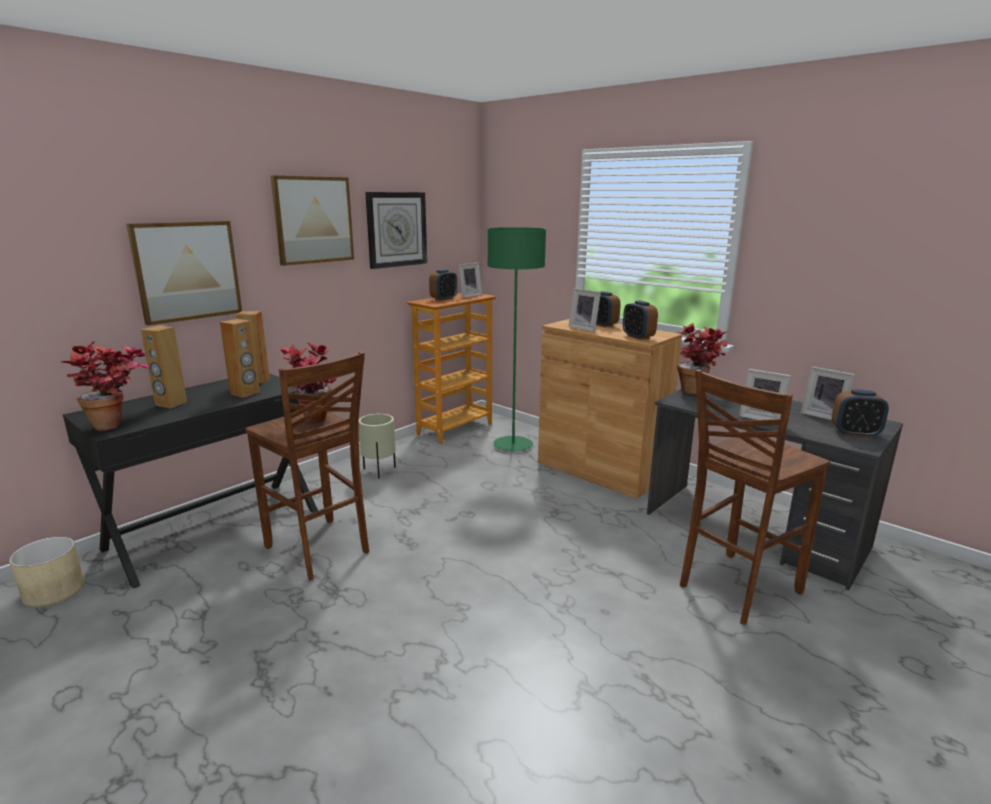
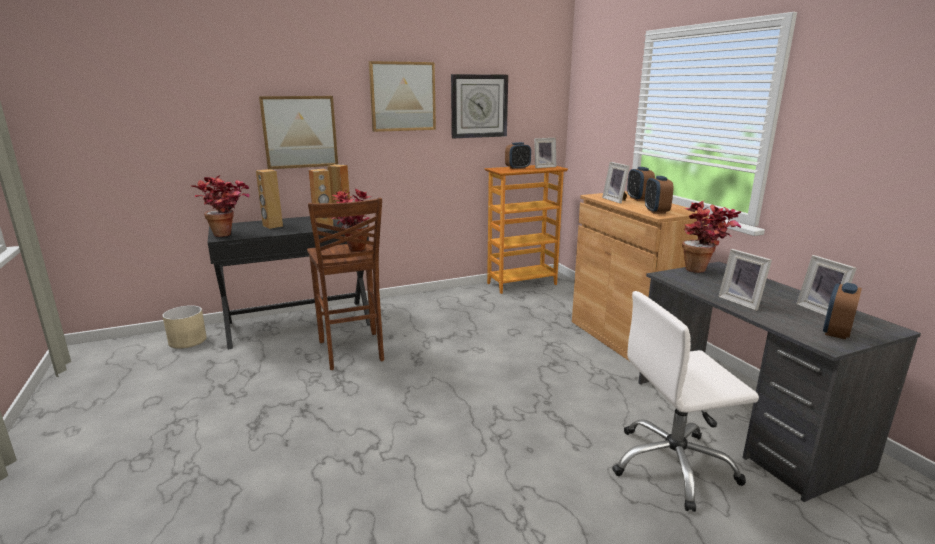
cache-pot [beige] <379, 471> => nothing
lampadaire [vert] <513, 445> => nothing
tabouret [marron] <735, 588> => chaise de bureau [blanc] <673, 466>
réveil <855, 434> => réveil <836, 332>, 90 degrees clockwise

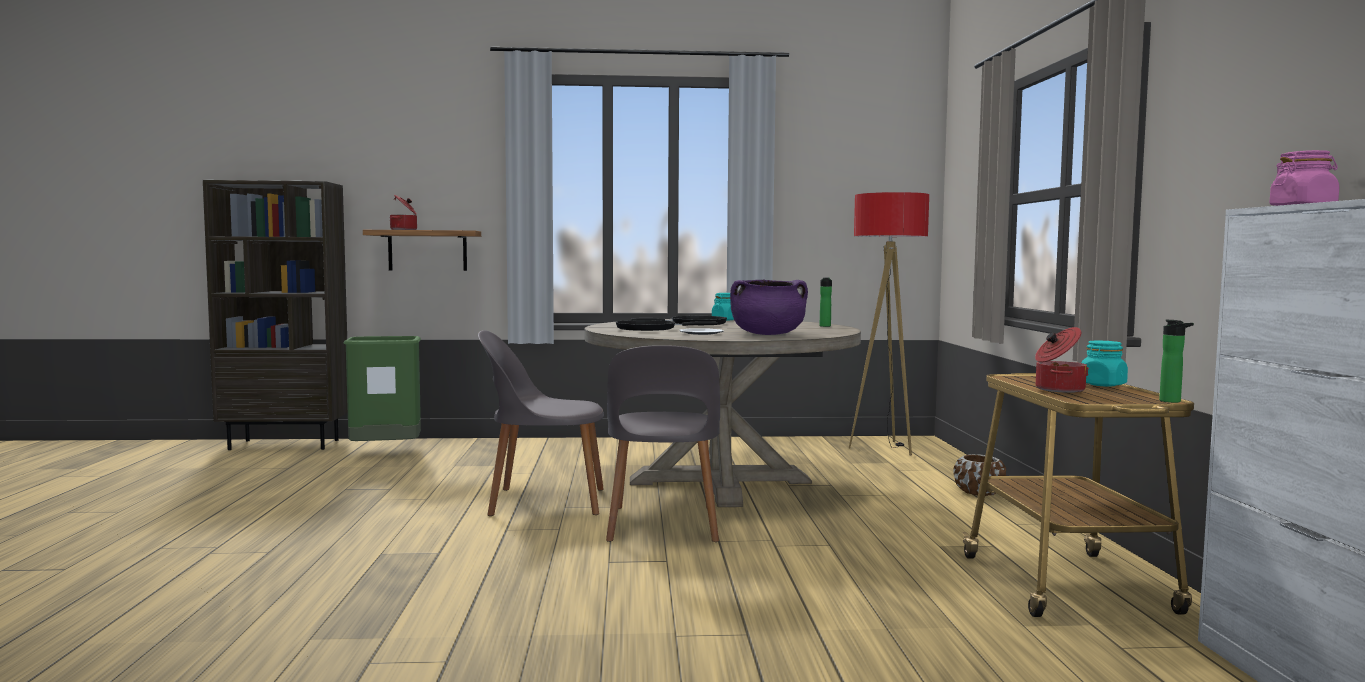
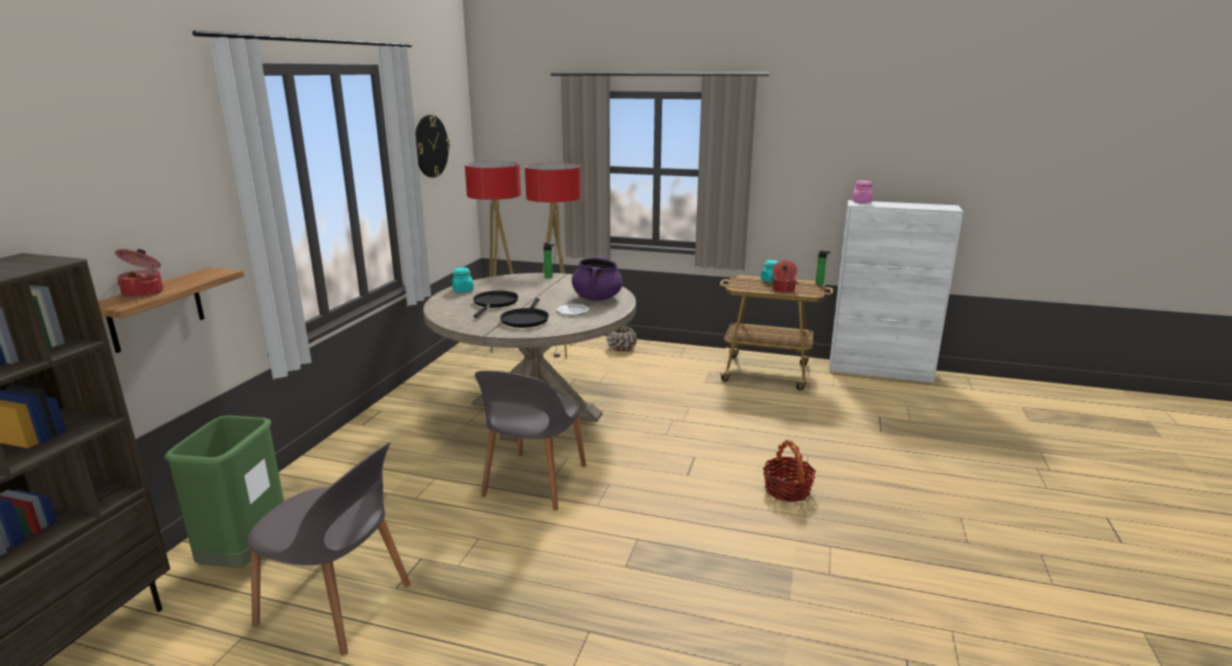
chaise [gris] <662, 525> => chaise [gris] <337, 606>, relocated
nothing => horloge murale <430, 146>
nothing => lampadaire <558, 349>
nothing => panier <787, 490>

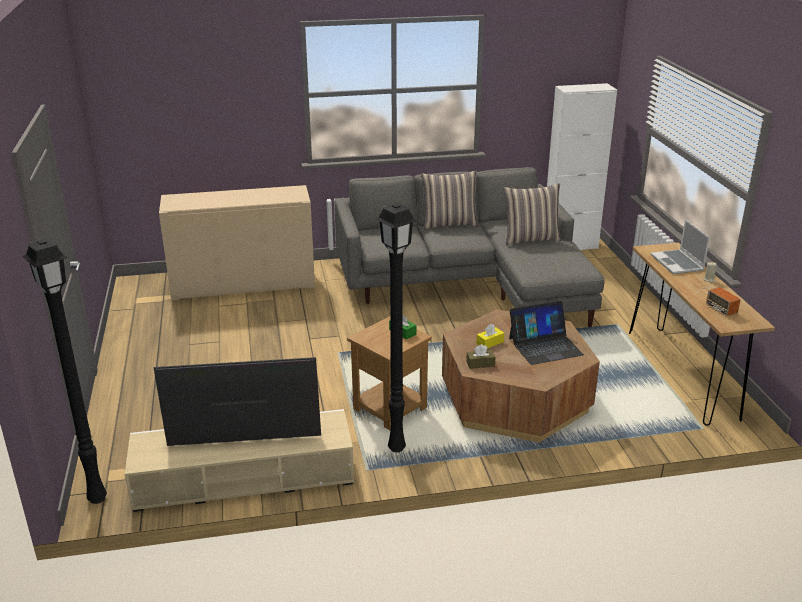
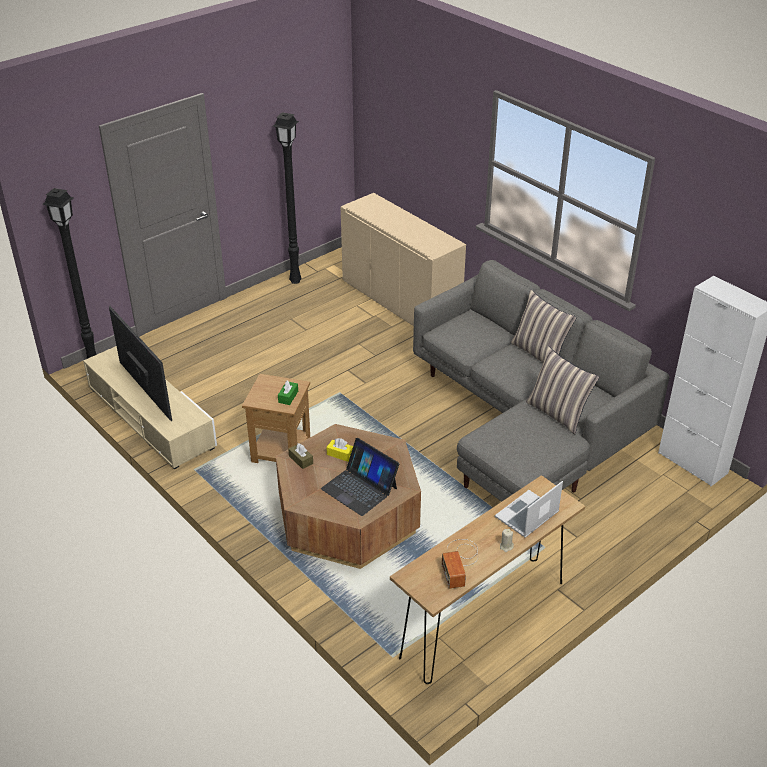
lampadaire [noir] <395, 448> => lampadaire [noir] <295, 280>, relocated
radio <718, 300> => radio <460, 562>, 45 degrees counterclockwise

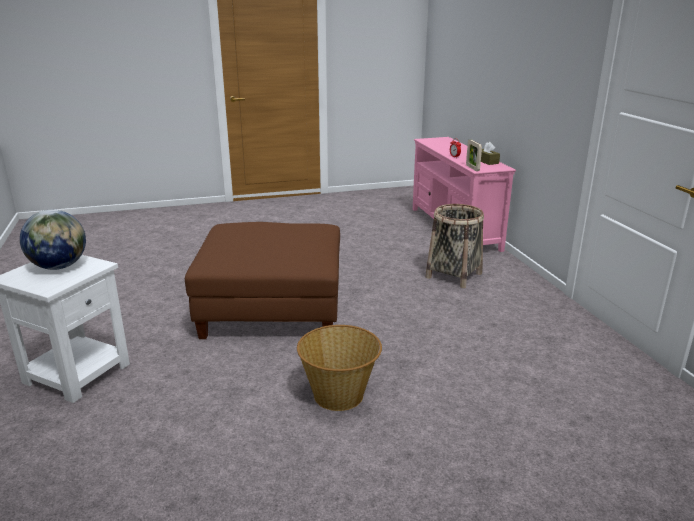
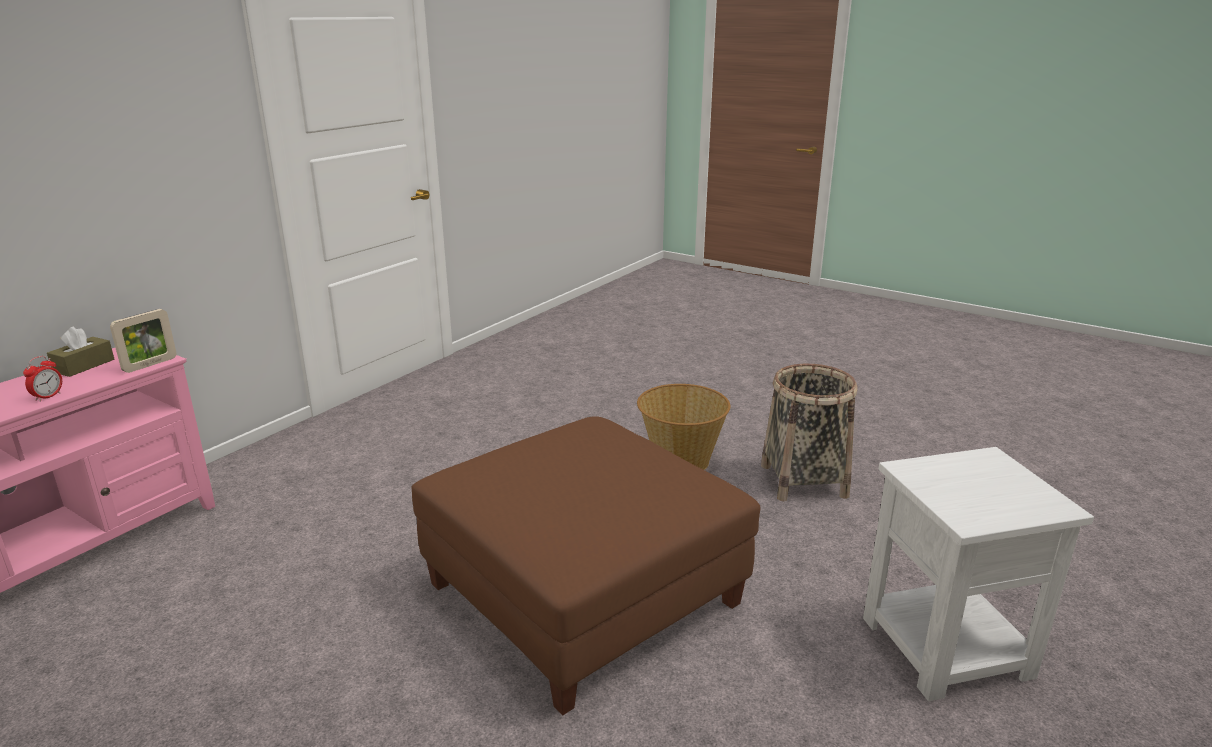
globe <59, 266> => nothing
panier <454, 275> => panier <803, 480>, relocated

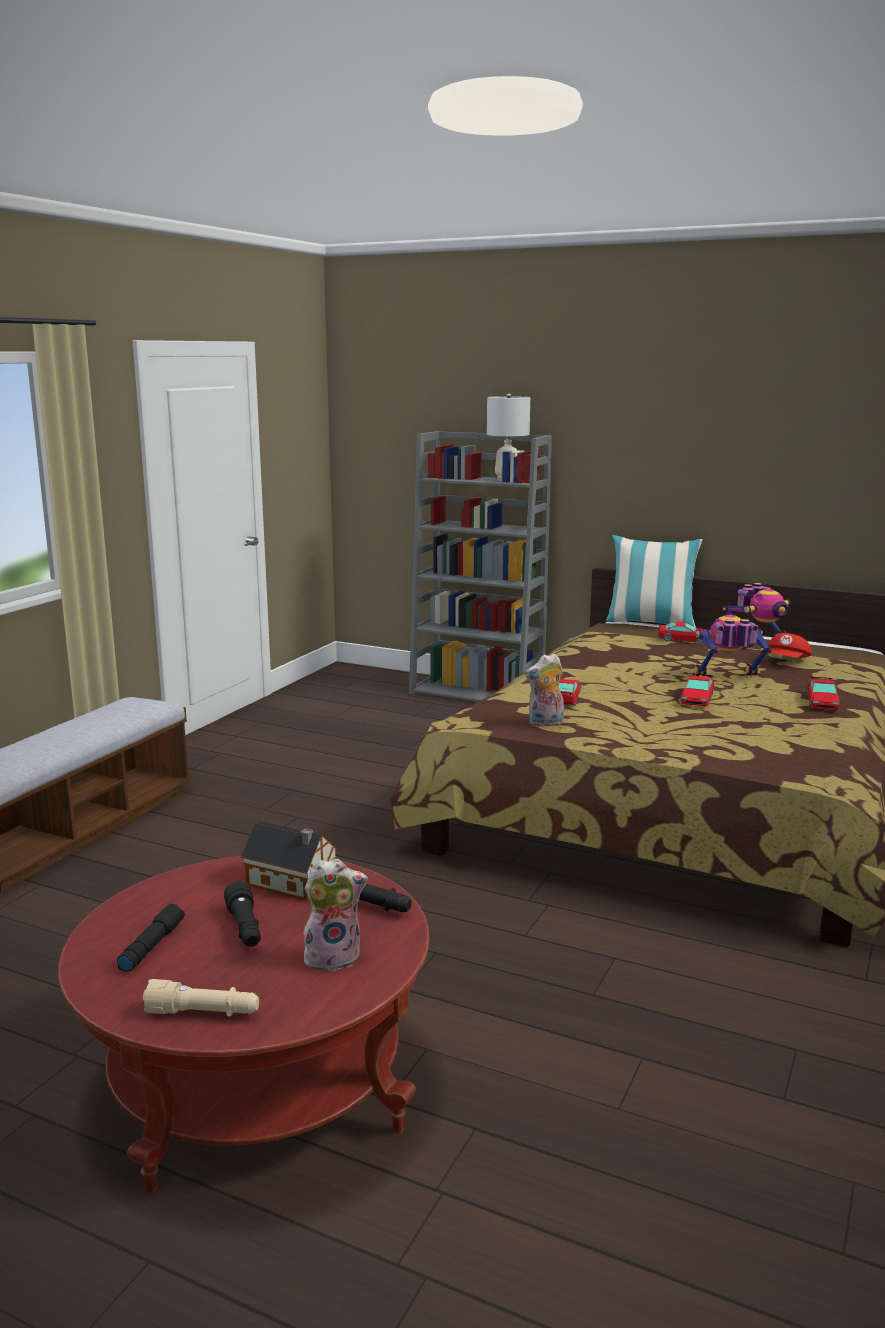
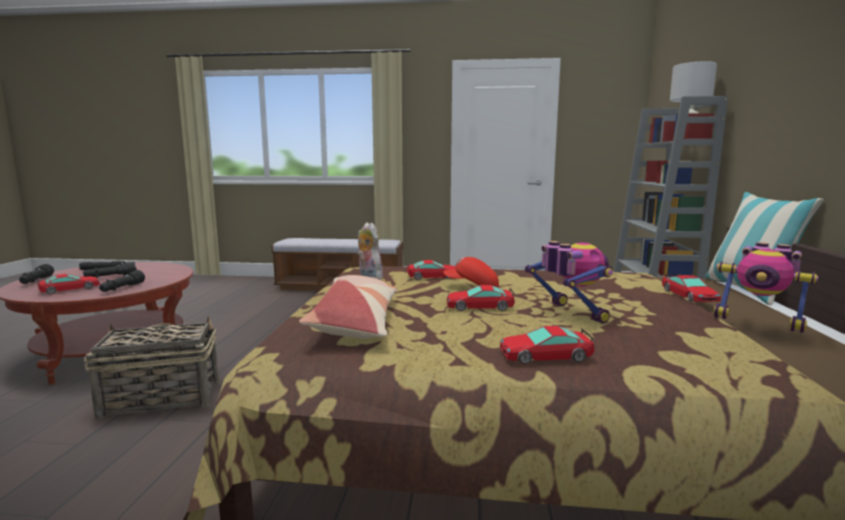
lampe de poche [beige] <203, 1013> => lampe de poche [noir] <36, 281>
maison miniature <292, 883> => nothing
peluche <333, 956> => petite voiture <70, 289>
casquette [rouge] <788, 662> => casquette [rouge] <472, 287>, relocated
nothing => panier <160, 398>
nothing => coussin <356, 321>

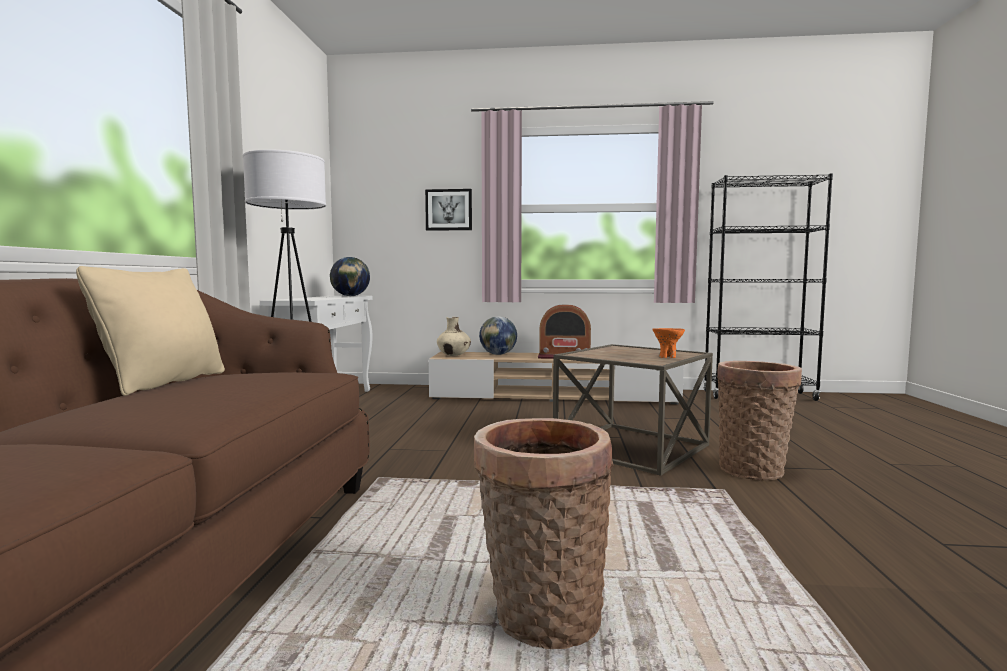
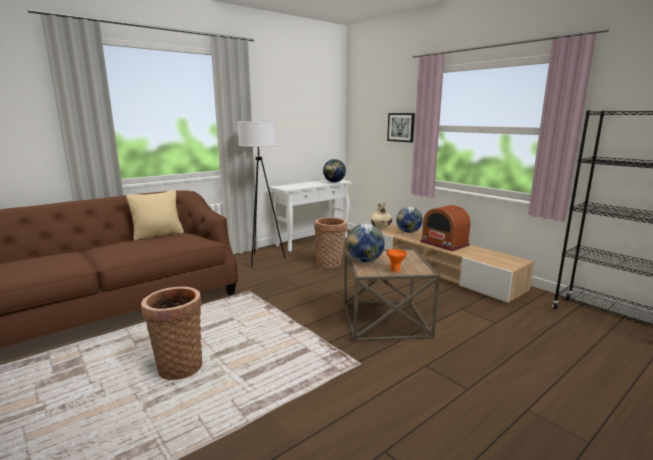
panier <753, 469> => panier <330, 263>, relocated
nothing => globe <364, 261>

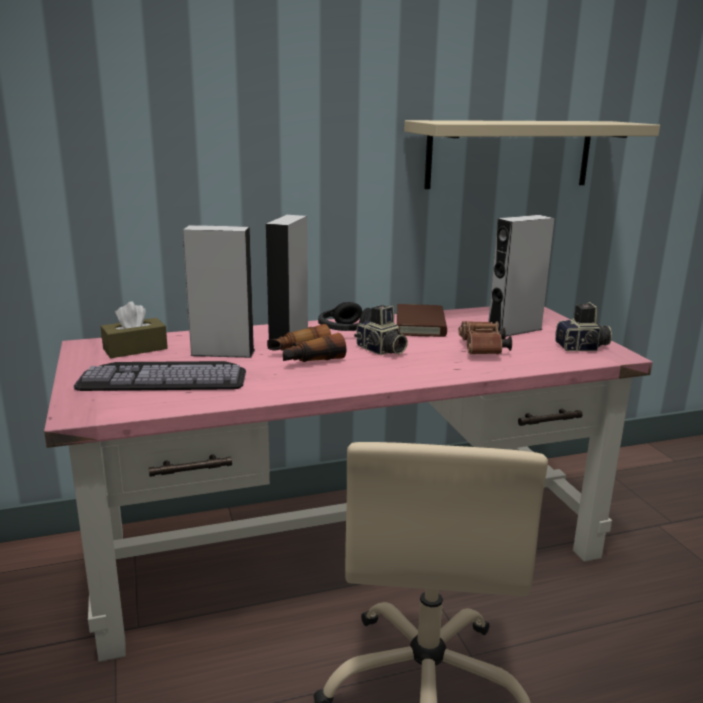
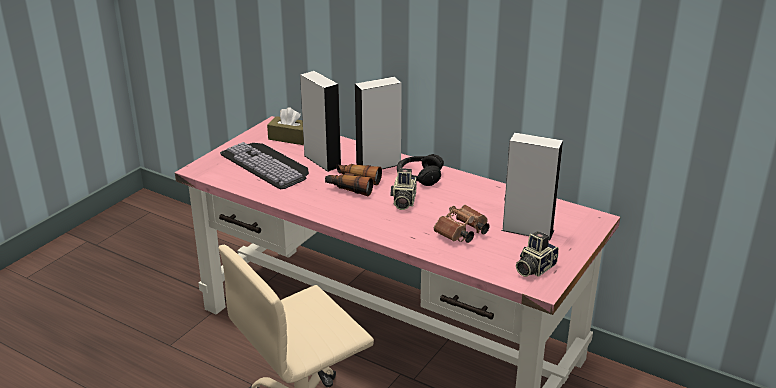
livre [marron] <420, 325> => nothing
étagère [beige] <509, 154> => nothing
appareil photo <582, 348> => appareil photo <534, 268>, 90 degrees clockwise

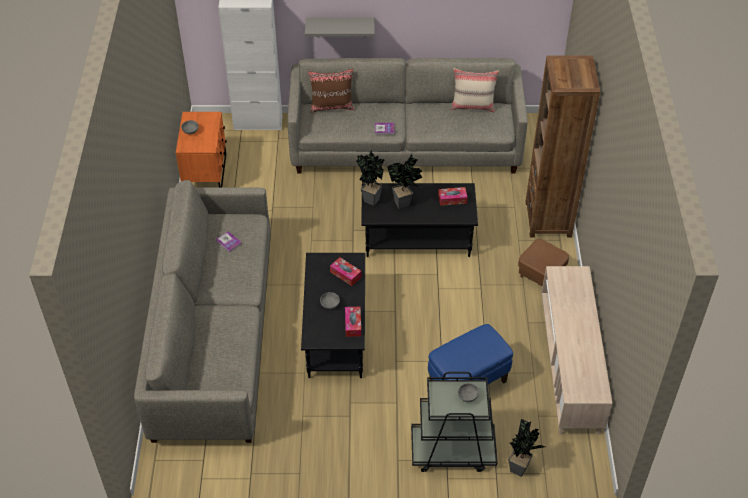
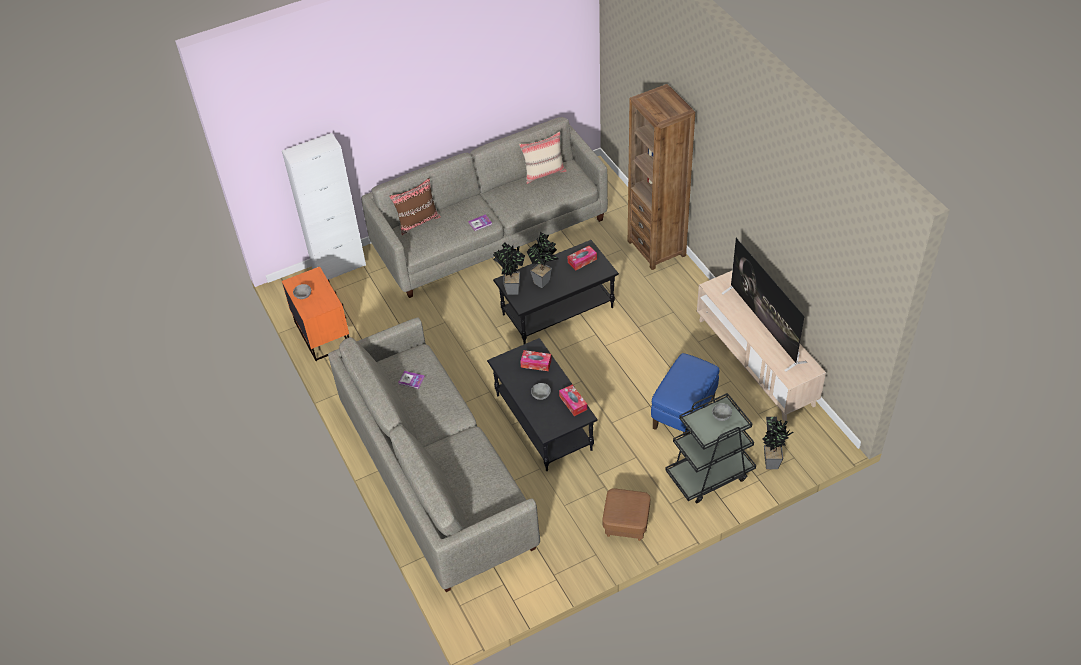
étagère [gris] <340, 26> => nothing
pouf [marron] <541, 274> => pouf [marron] <626, 524>, relocated
nothing => téléviseur <763, 327>

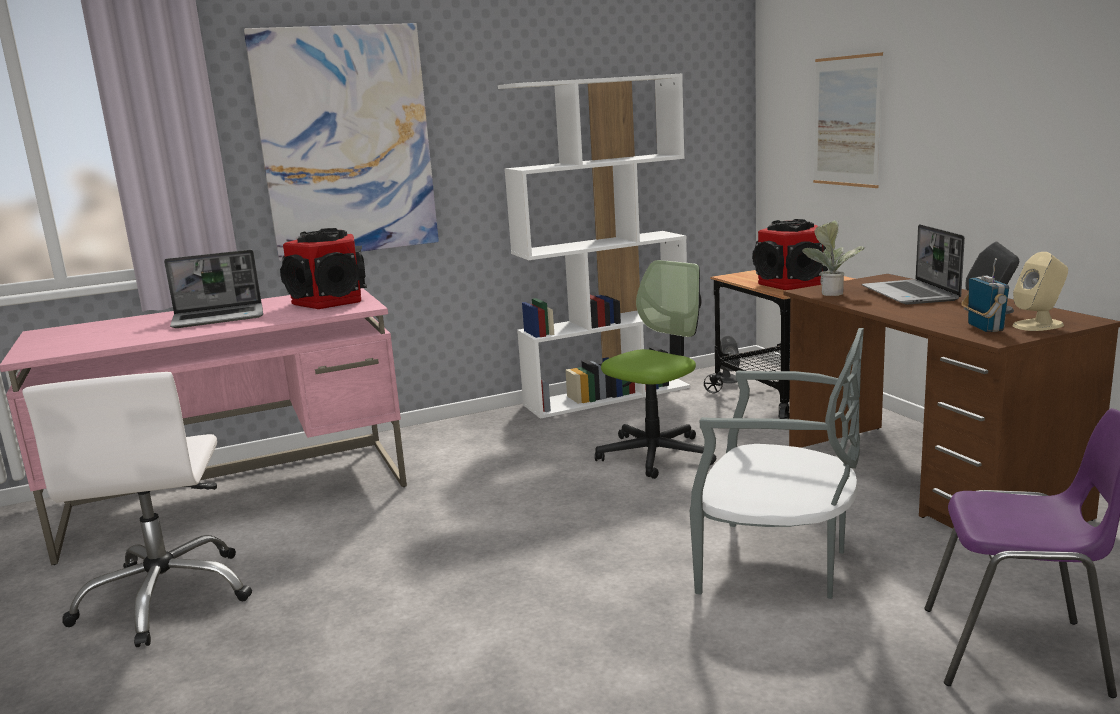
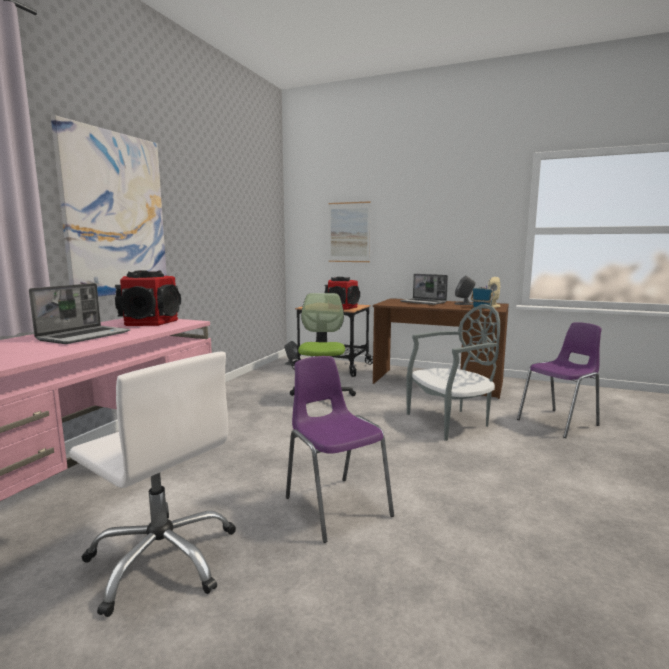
bibliothèque [blanc] <607, 396> => nothing
plante en pot <831, 292> => nothing
nothing => chaise [violet] <335, 505>

